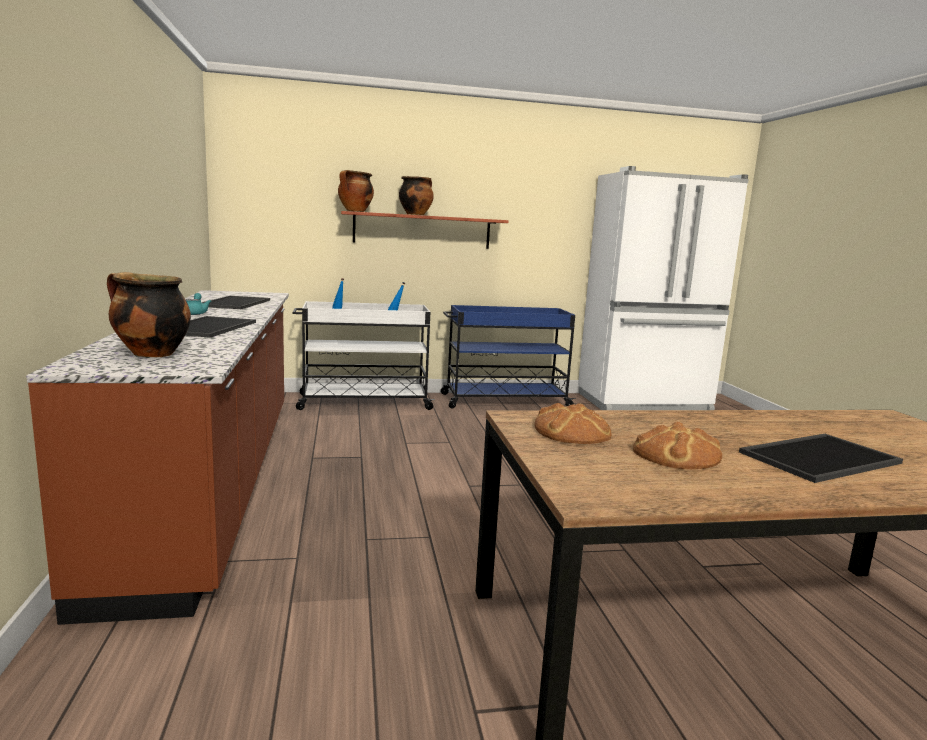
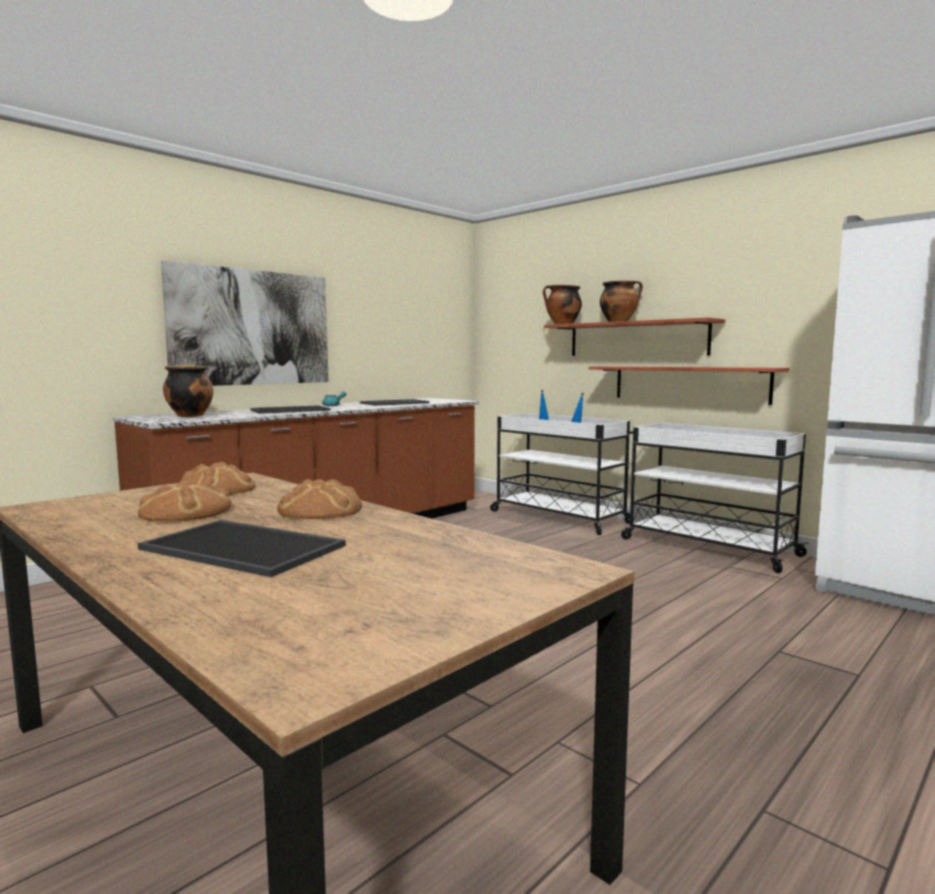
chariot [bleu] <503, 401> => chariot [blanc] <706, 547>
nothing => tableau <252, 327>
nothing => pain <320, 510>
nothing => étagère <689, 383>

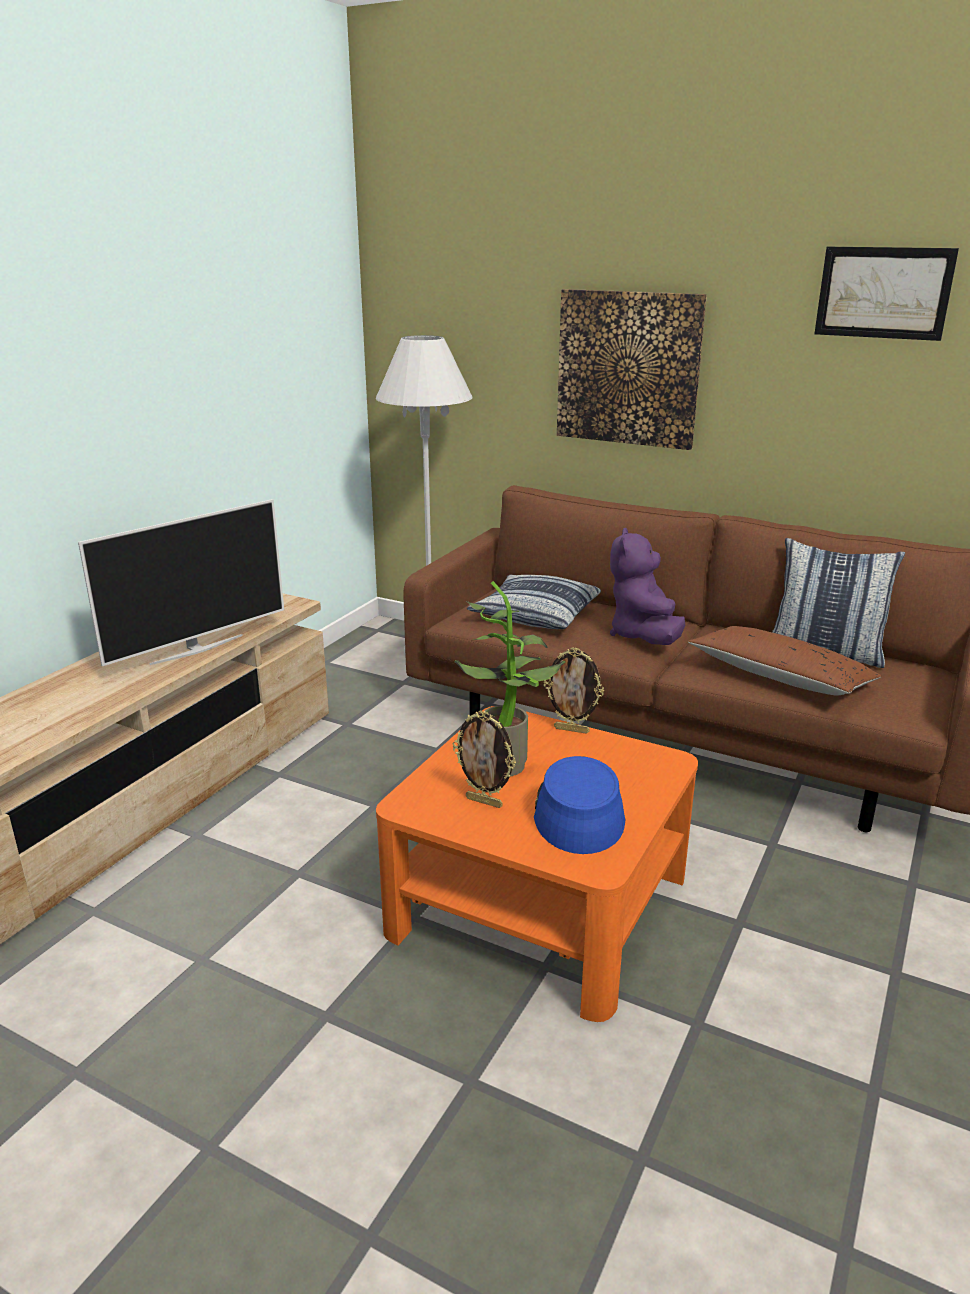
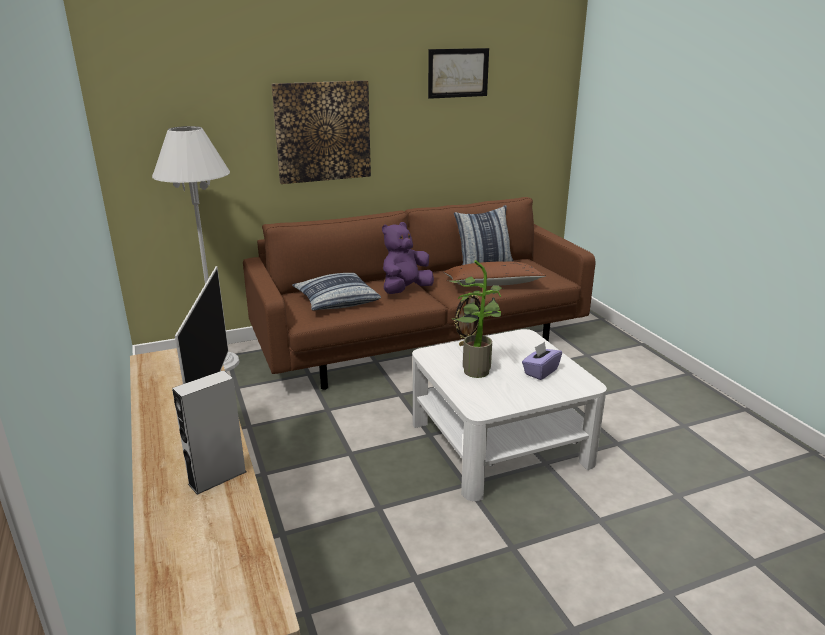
table basse [orange] <541, 903> => table basse [blanc] <500, 442>
cadre photo <485, 802> => nothing
chapeau [bleu] <577, 812> => boîte à mouchoirs [violet] <540, 372>
peluche [violet] <643, 636> => peluche [violet] <405, 290>, 90 degrees clockwise
nothing => enceinte [gris] <217, 477>

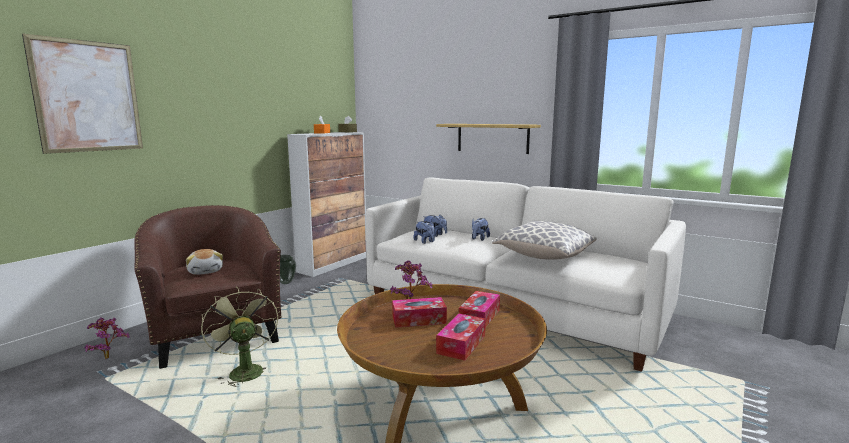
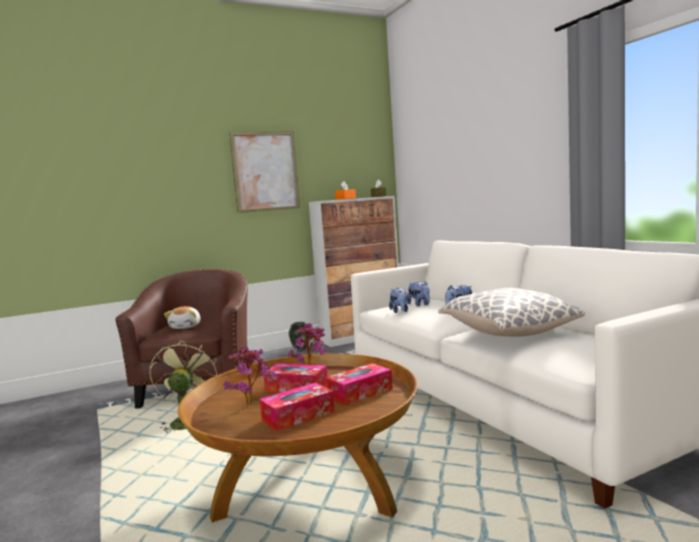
tableau <88, 96> => tableau <265, 171>, relocated
plante en pot <109, 357> => plante en pot <251, 403>, relocated
étagère <492, 138> => nothing

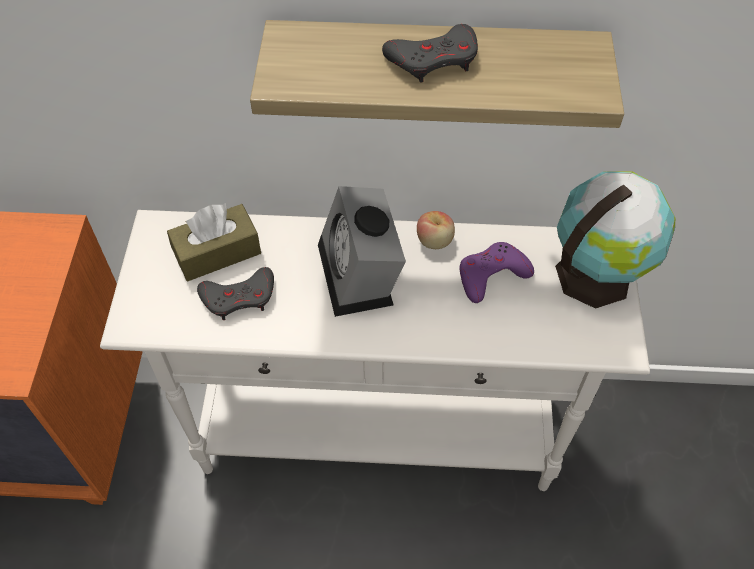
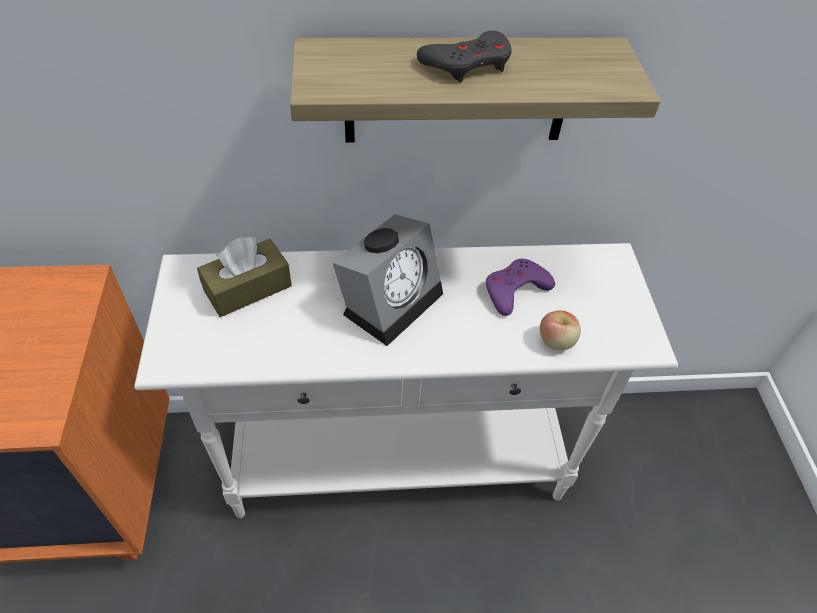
manette [gris] <239, 297> => nothing
réveil <360, 275> => réveil <392, 299>, 120 degrees counterclockwise
pomme <435, 241> => pomme <556, 341>, relocated
globe <596, 273> => nothing

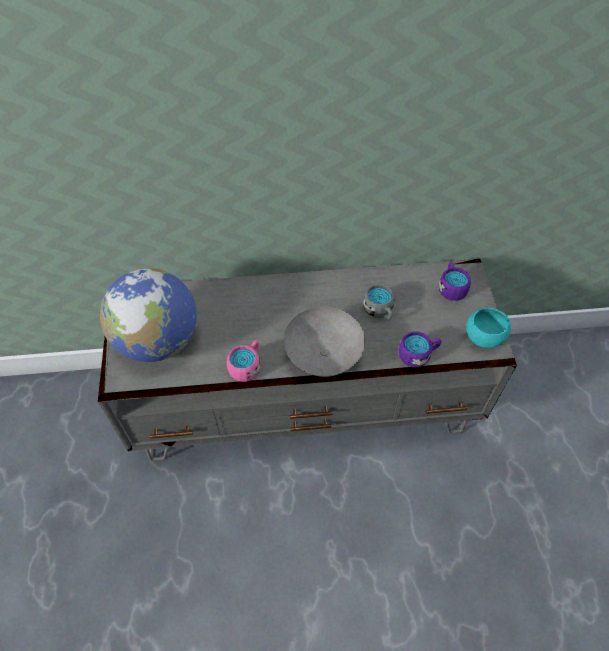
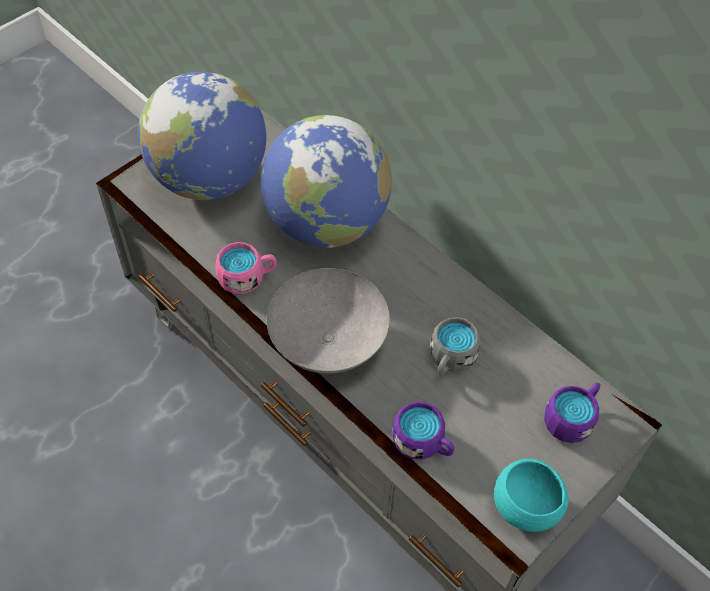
nothing => globe <326, 223>

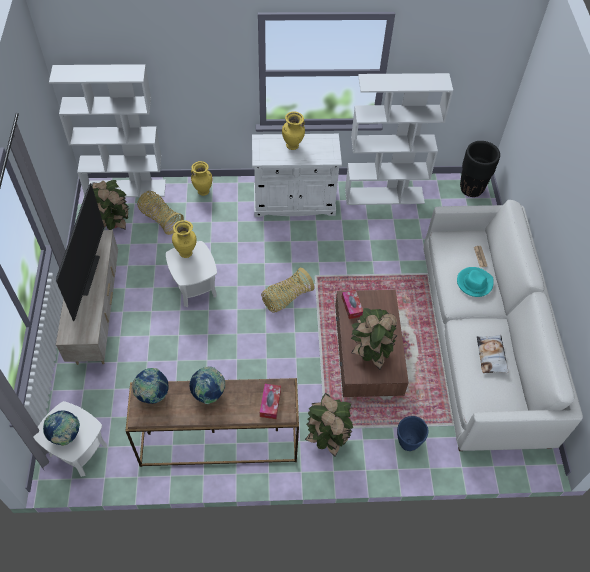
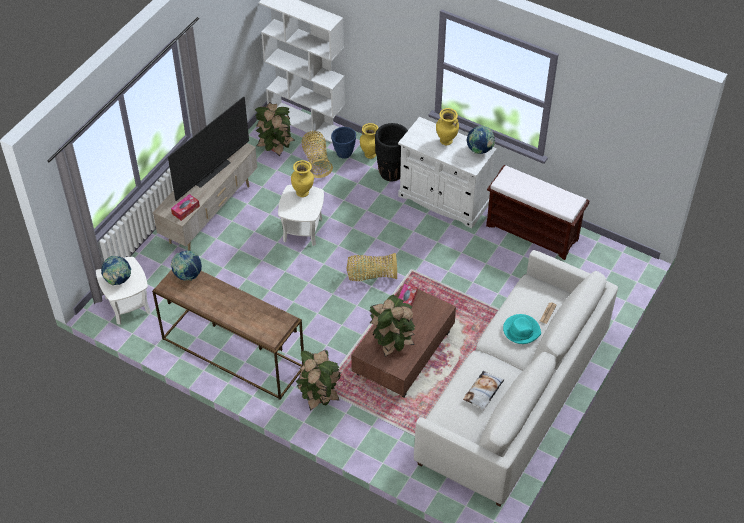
globe <209, 393> => globe <479, 150>, relocated
boîte à mouchoirs <270, 403> => boîte à mouchoirs <185, 210>, relocated
bibliothèque [blanc] <384, 195> => banc [marron] <533, 232>
cache-pot [bleu] <408, 443> => cache-pot [bleu] <344, 153>, relocated
cache-pot [noir] <471, 189> => cache-pot [noir] <391, 173>, relocated

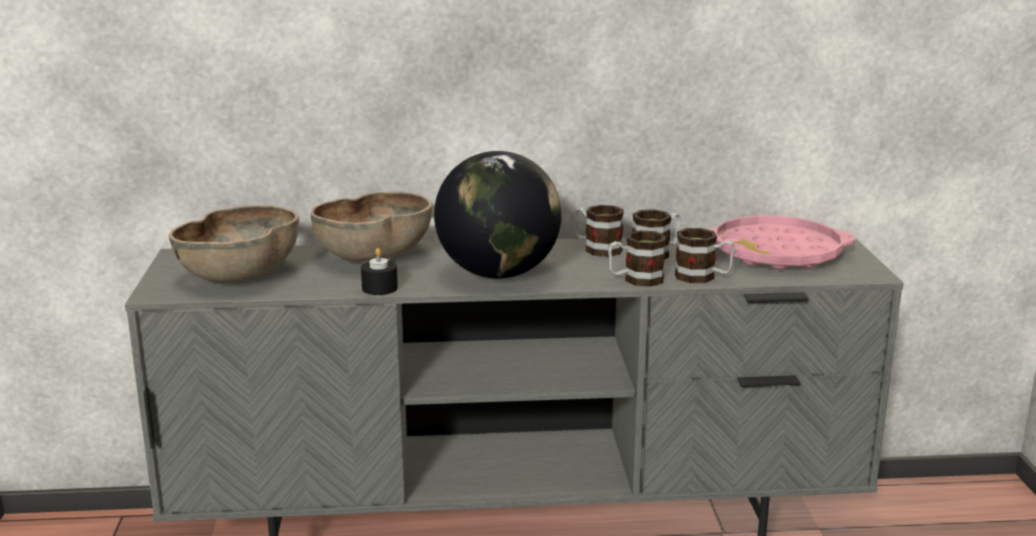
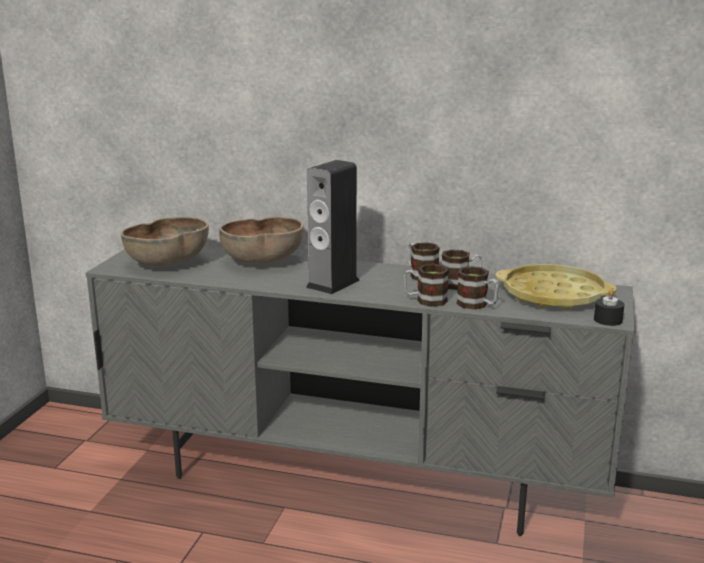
bougie [noir] <379, 288> => bougie [noir] <608, 320>, relocated
globe <498, 274> => enceinte <333, 283>
plateau [rose] <776, 253> => plateau [jaune] <553, 295>

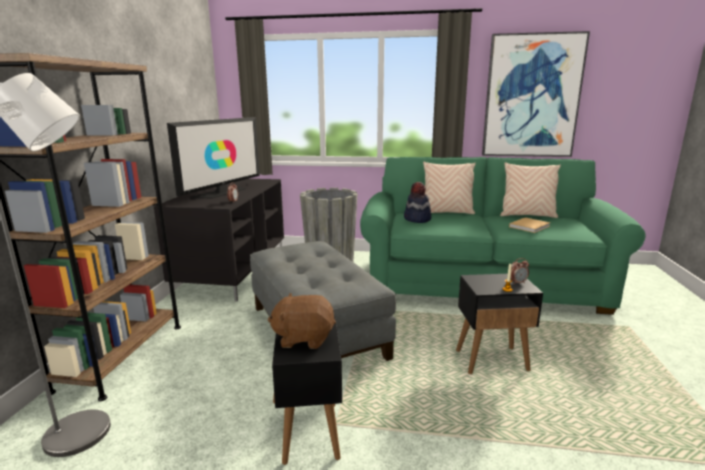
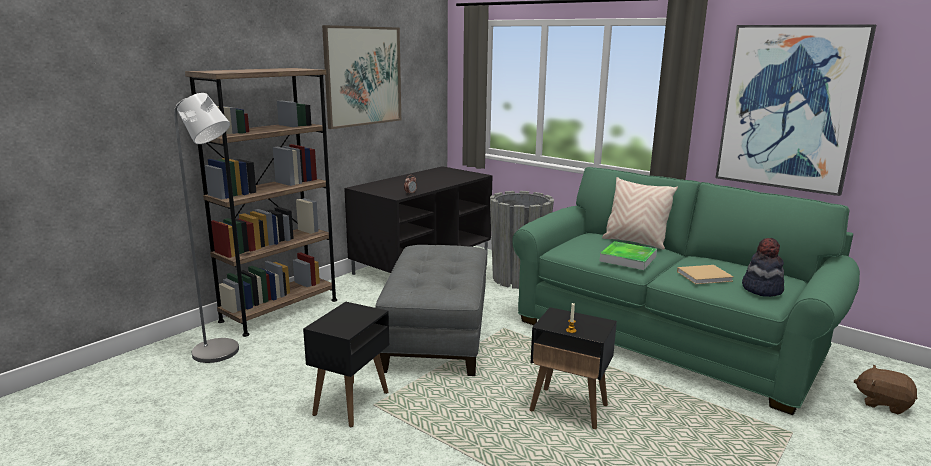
téléviseur <222, 192> => nothing
peluche [marron] <304, 338> => peluche [marron] <882, 403>, relocated
chapeau <417, 219> => chapeau <761, 289>, relocated
coussin [beige] <527, 215> => nothing
réveil <517, 283> => nothing
nothing => tableau <363, 76>
nothing => plateau <628, 259>

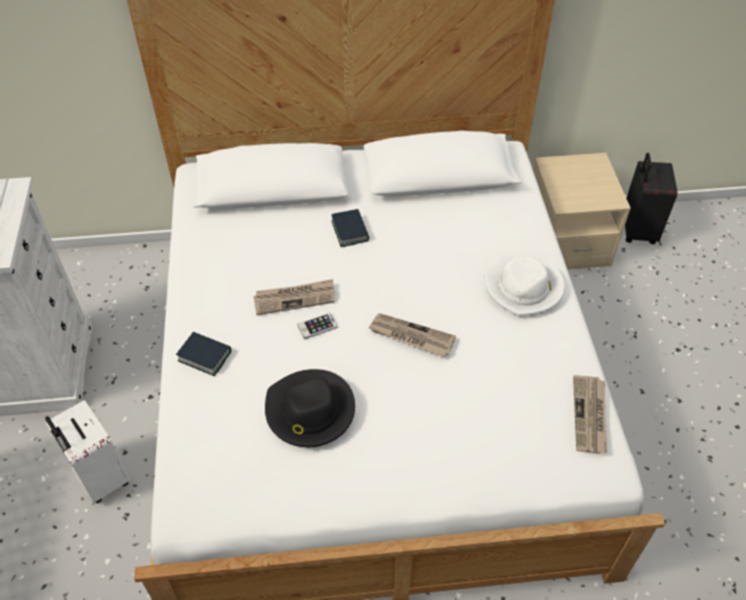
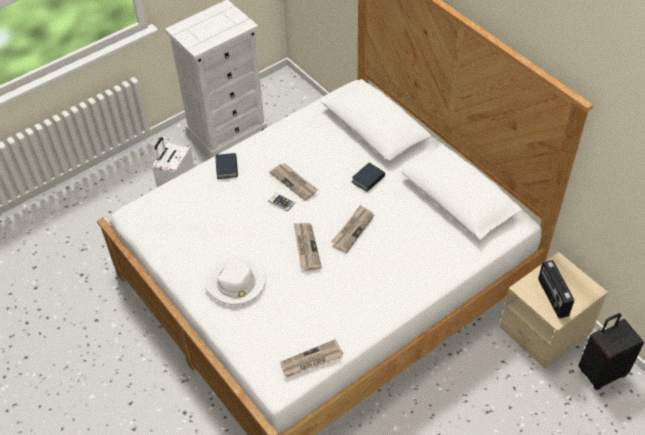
chapeau [noir] <310, 411> => nothing
chapeau [blanc] <524, 287> => chapeau [blanc] <236, 283>, relocated
nothing => journal <352, 230>
nothing => radio <552, 297>

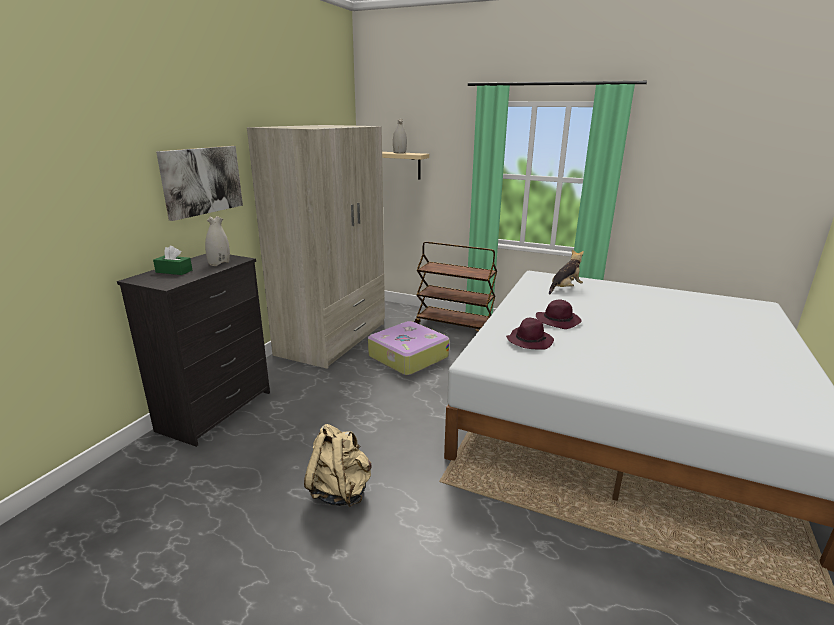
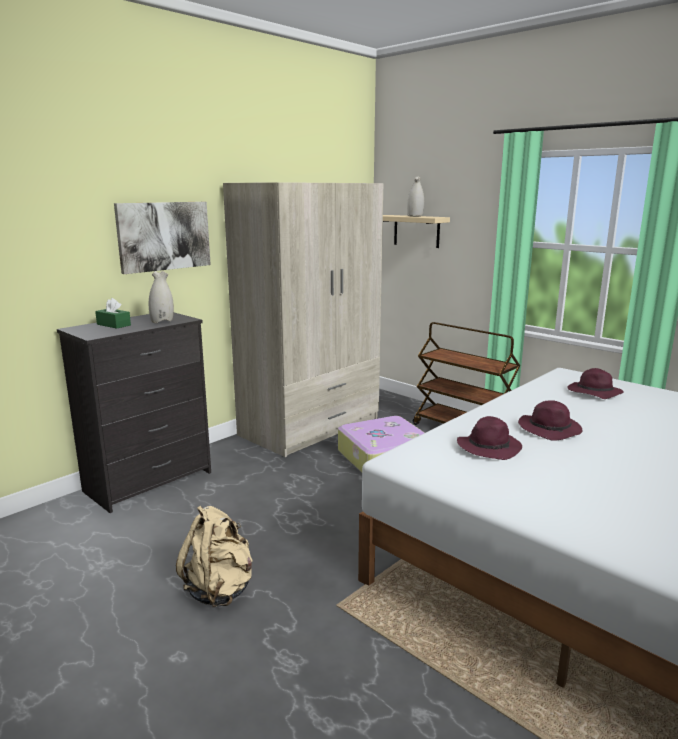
peluche <565, 288> => chapeau [violet] <593, 393>

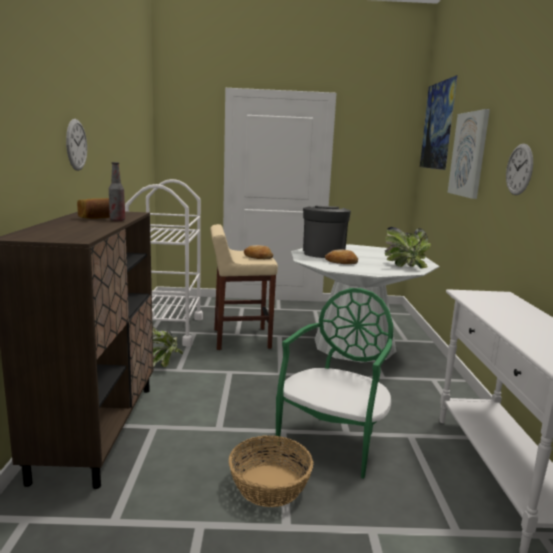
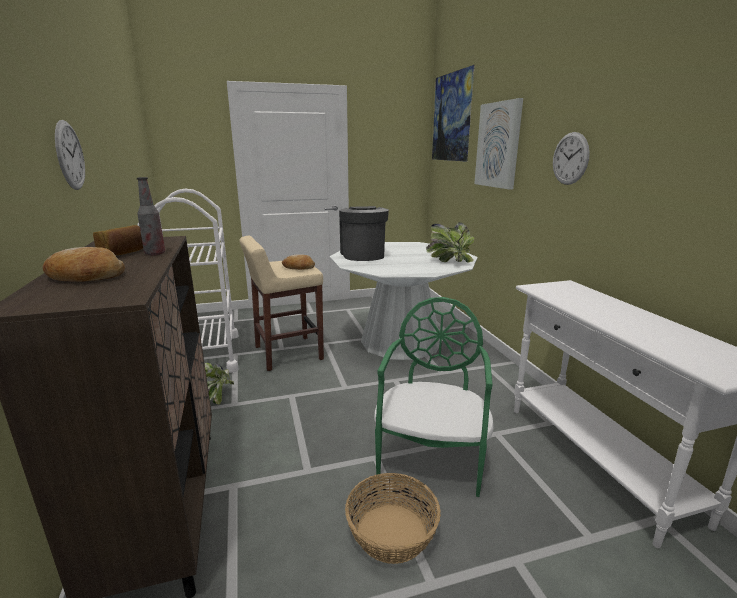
pain <341, 262> => pain <85, 277>, relocated

